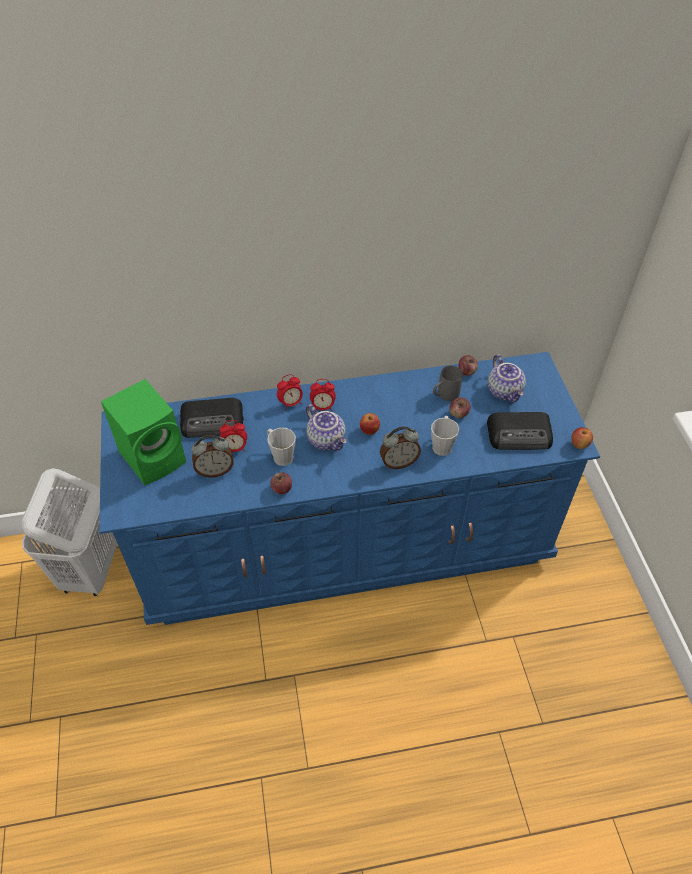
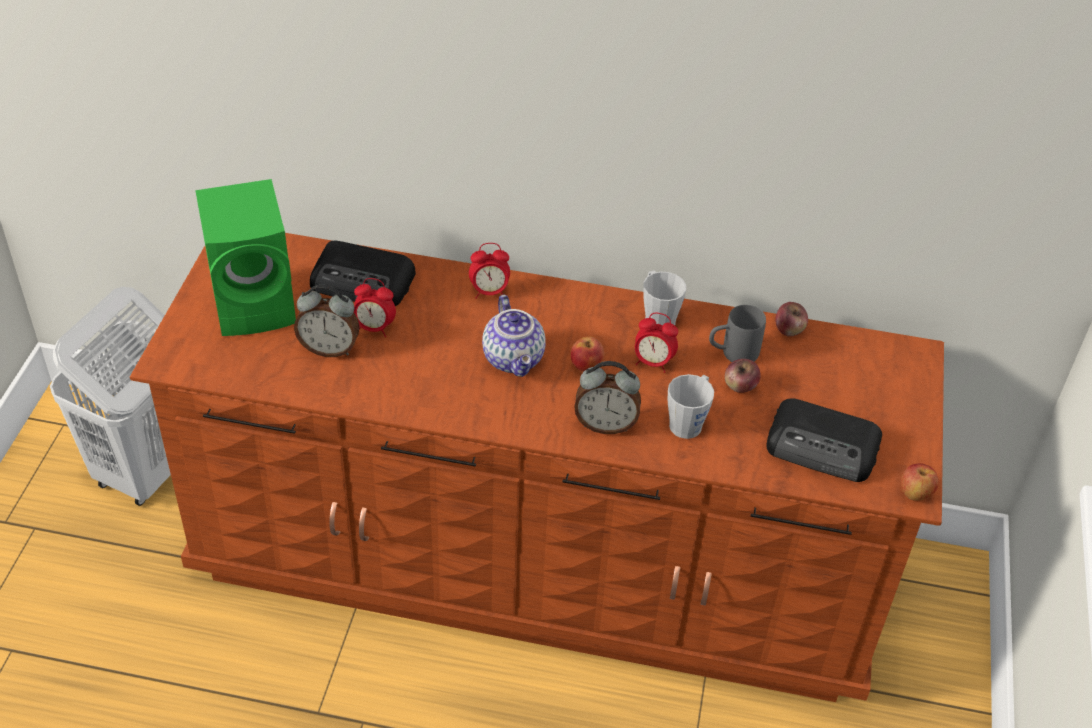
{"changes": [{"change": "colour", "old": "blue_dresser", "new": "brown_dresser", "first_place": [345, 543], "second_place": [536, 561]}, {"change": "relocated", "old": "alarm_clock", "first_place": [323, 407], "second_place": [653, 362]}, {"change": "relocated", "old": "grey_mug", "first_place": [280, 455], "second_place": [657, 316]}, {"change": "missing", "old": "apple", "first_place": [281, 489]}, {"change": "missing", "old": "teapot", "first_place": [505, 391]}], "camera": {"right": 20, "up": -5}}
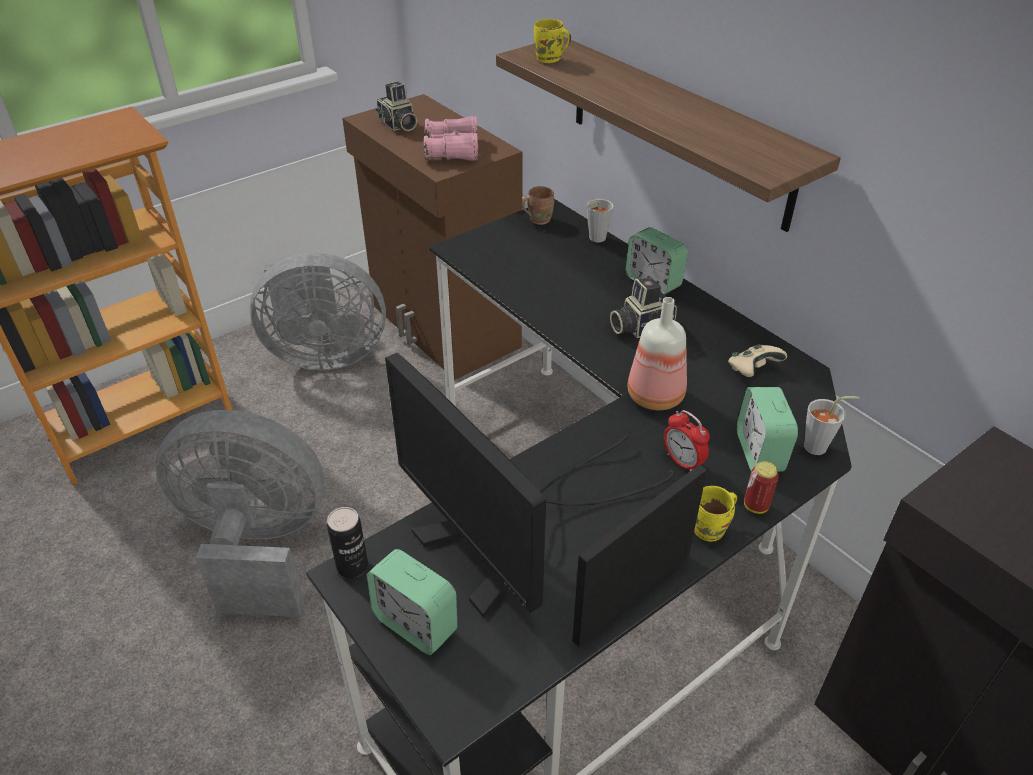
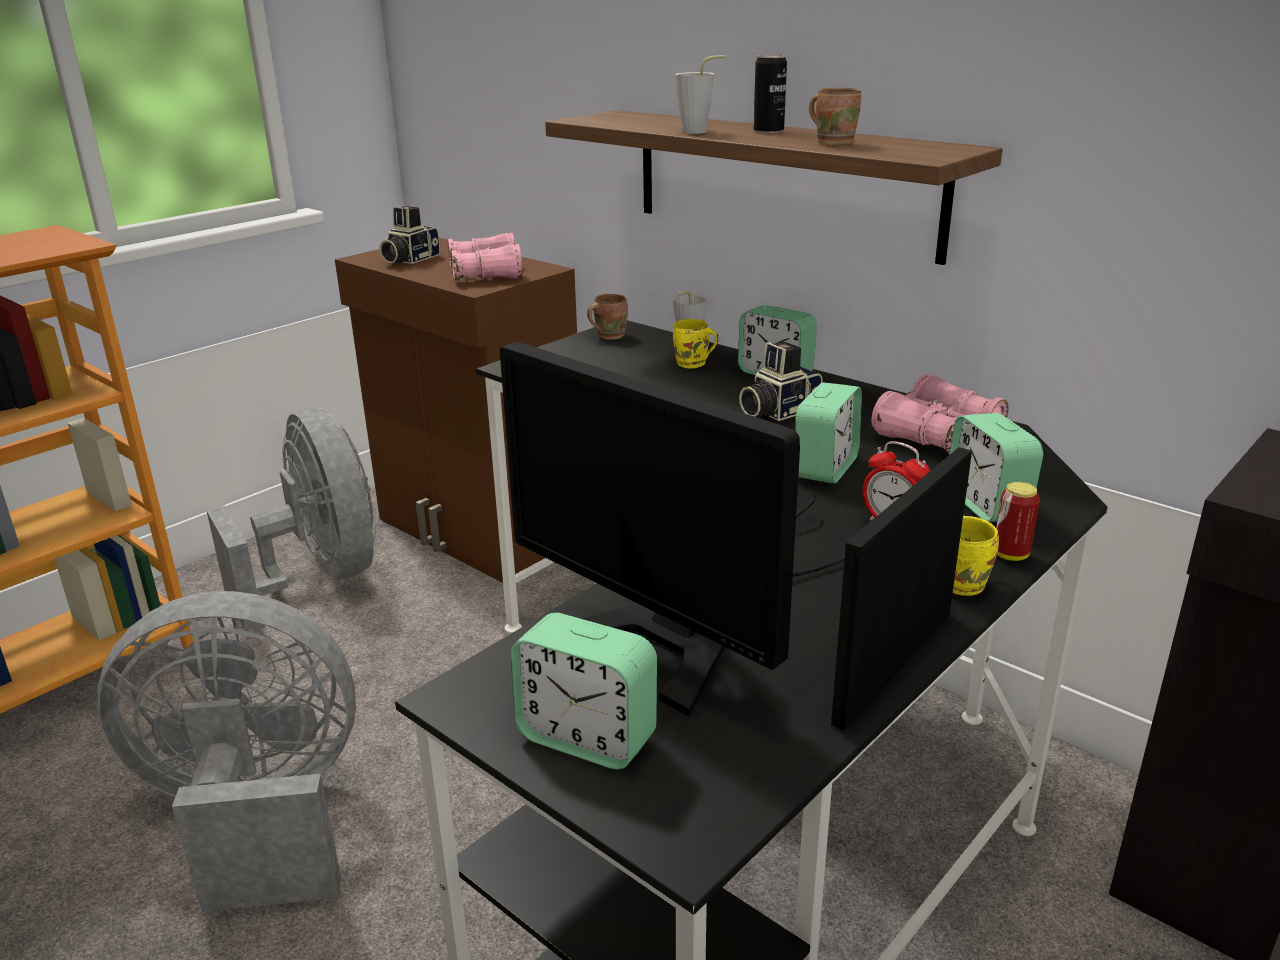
{"changes": [{"change": "spun", "old": "grey_fan", "first_place": [324, 354], "second_place": [320, 577], "degrees": -105}, {"change": "spun", "old": "photo_camera", "first_place": [398, 125], "second_place": [409, 259], "degrees": 75}, {"change": "relocated", "old": "yellow_mug", "first_place": [549, 60], "second_place": [693, 365]}, {"change": "relocated", "old": "grey_cup", "first_place": [820, 447], "second_place": [700, 131]}, {"change": "relocated", "old": "can", "first_place": [352, 566], "second_place": [768, 131]}, {"change": "exchanged", "old": "bottle", "new": "alarm_clock", "first_place": [654, 395], "second_place": [826, 468]}, {"change": "appeared", "new": "brown_mug", "second_place": [834, 142]}, {"change": "exchanged", "old": "beige_game_controller", "new": "pink_binoculars", "first_place": [752, 370], "second_place": [937, 435]}], "camera": {"right": -10, "up": -15}}
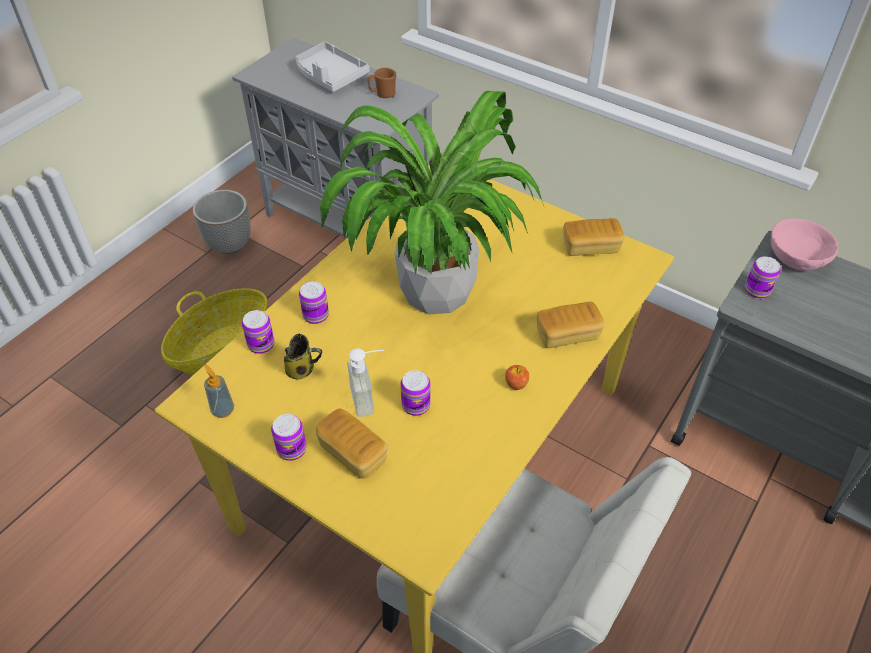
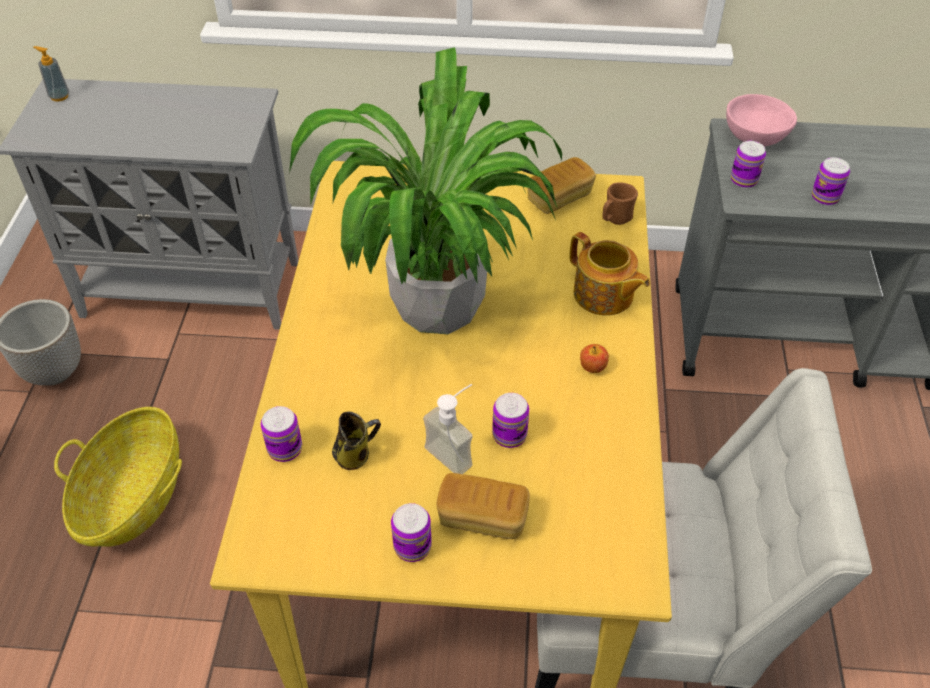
{"changes": [{"change": "relocated", "old": "soap_dispenser", "first_place": [223, 410], "second_place": [59, 96]}, {"change": "exchanged", "old": "bread", "new": "teapot", "first_place": [567, 335], "second_place": [604, 295]}, {"change": "relocated", "old": "brown_mug", "first_place": [382, 94], "second_place": [615, 219]}, {"change": "relocated", "old": "can", "first_place": [316, 315], "second_place": [825, 197]}, {"change": "missing", "old": "grey_tray", "first_place": [330, 76]}], "camera": {"right": -30, "up": 0}}
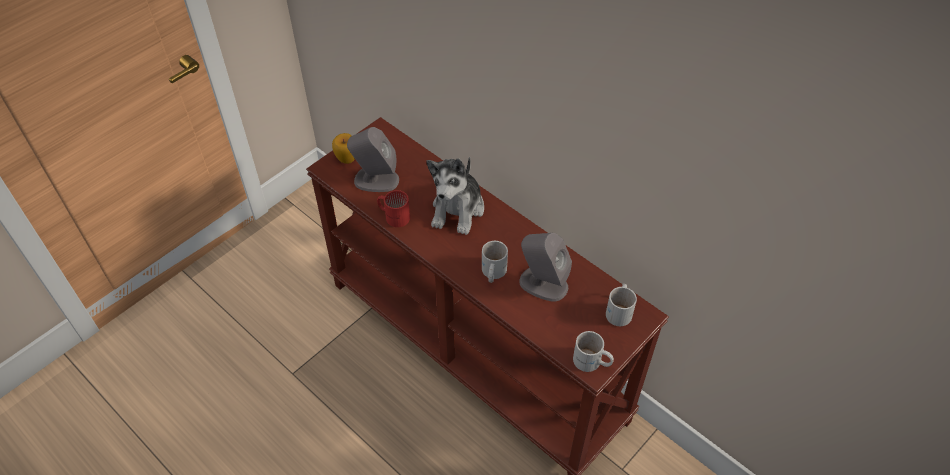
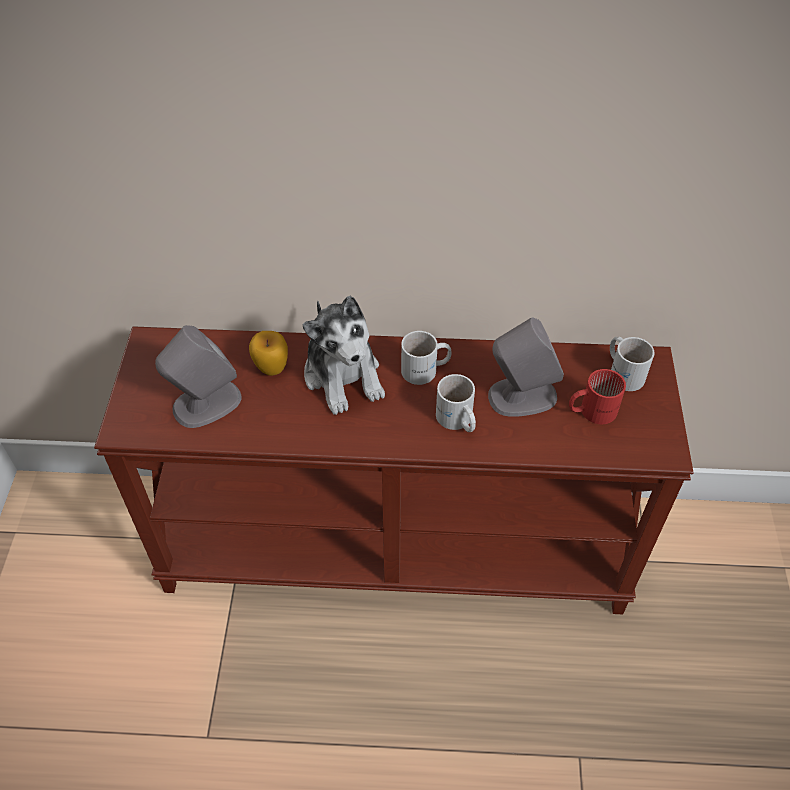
{"changes": [{"change": "relocated", "old": "apple", "first_place": [347, 159], "second_place": [271, 368]}, {"change": "relocated", "old": "white_mug", "first_place": [591, 362], "second_place": [426, 370]}, {"change": "relocated", "old": "red_mug", "first_place": [394, 215], "second_place": [591, 409]}], "camera": {"right": -40, "up": 0}}
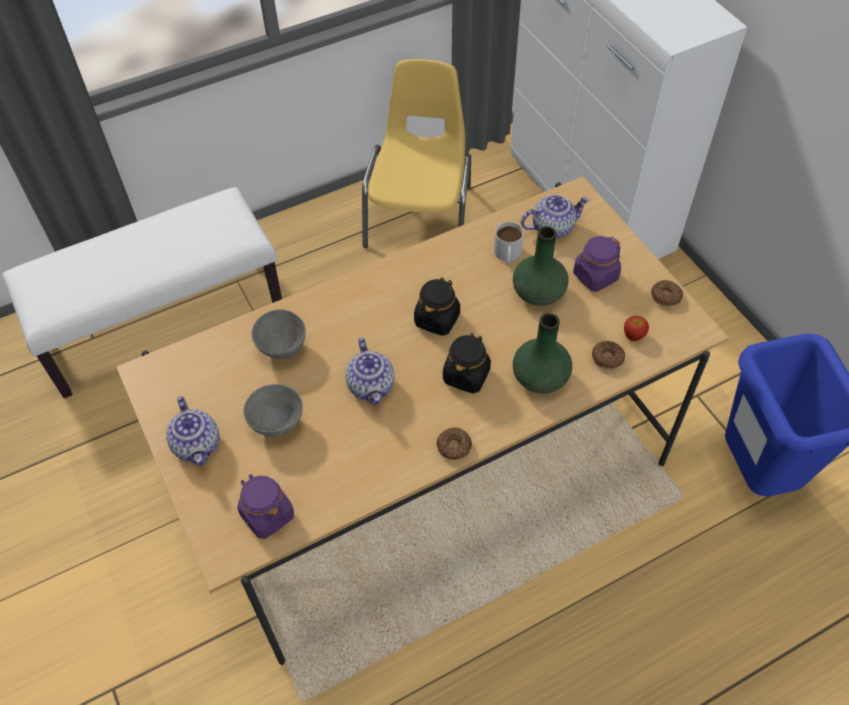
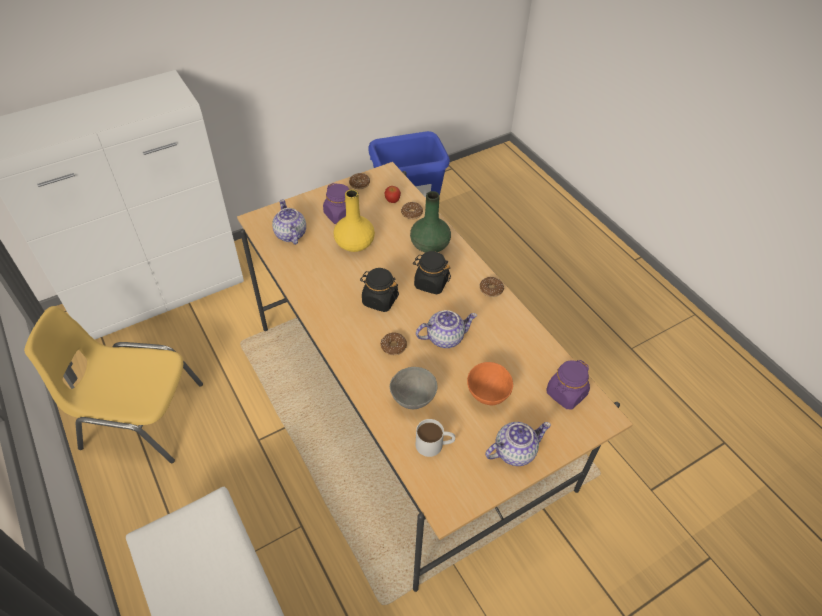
{"changes": [{"change": "colour", "old": "green_vase", "new": "yellow_vase", "first_place": [539, 292], "second_place": [354, 243]}, {"change": "appeared", "new": "donut", "second_place": [393, 346]}, {"change": "relocated", "old": "white_mug", "first_place": [507, 255], "second_place": [434, 444]}, {"change": "colour", "old": "grey_bowl", "new": "orange_bowl", "first_place": [278, 424], "second_place": [486, 395]}], "camera": {"right": -95, "up": -5}}
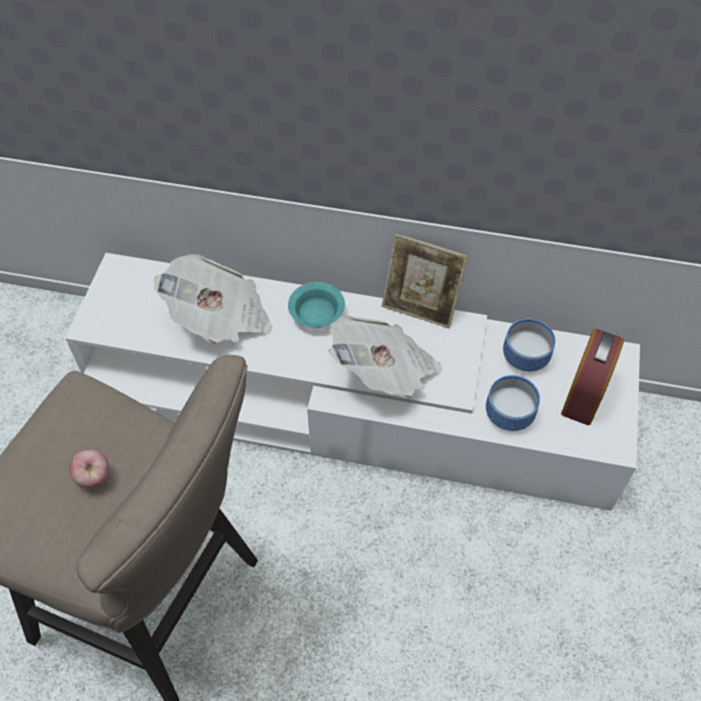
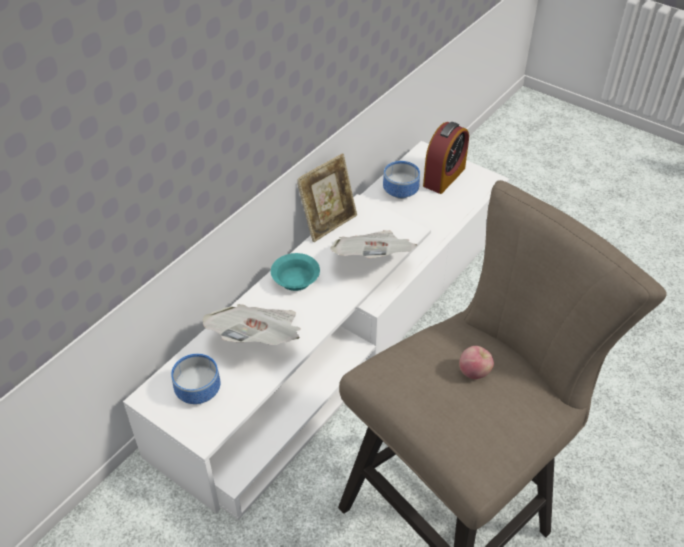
{"changes": [{"change": "relocated", "old": "bowl", "first_place": [509, 412], "second_place": [197, 390]}, {"change": "spun", "old": "alarm_clock", "first_place": [585, 393], "second_place": [444, 177], "degrees": -105}], "camera": {"right": -65, "up": -10}}
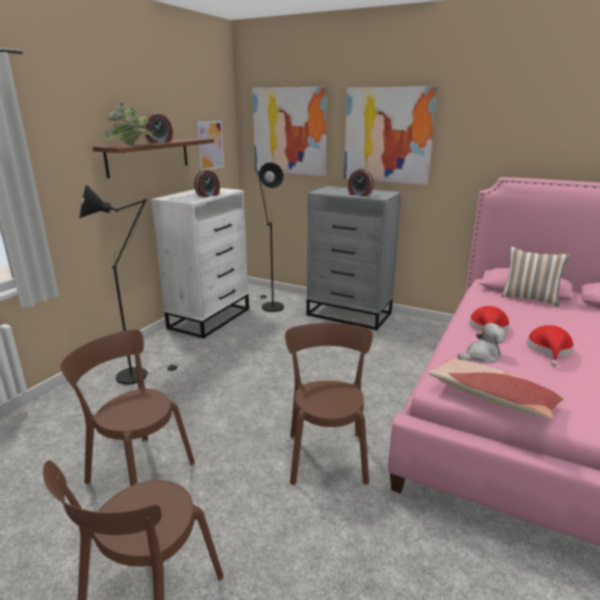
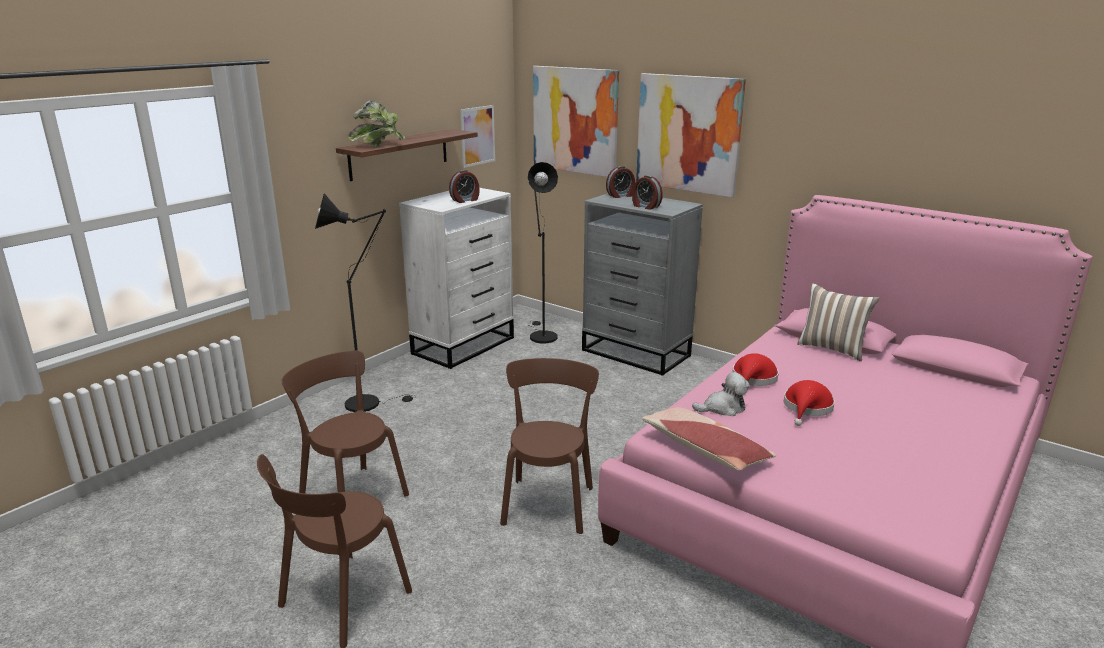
{"changes": [{"change": "relocated", "old": "alarm_clock", "first_place": [160, 142], "second_place": [620, 195]}], "camera": {"right": 10, "up": 0}}
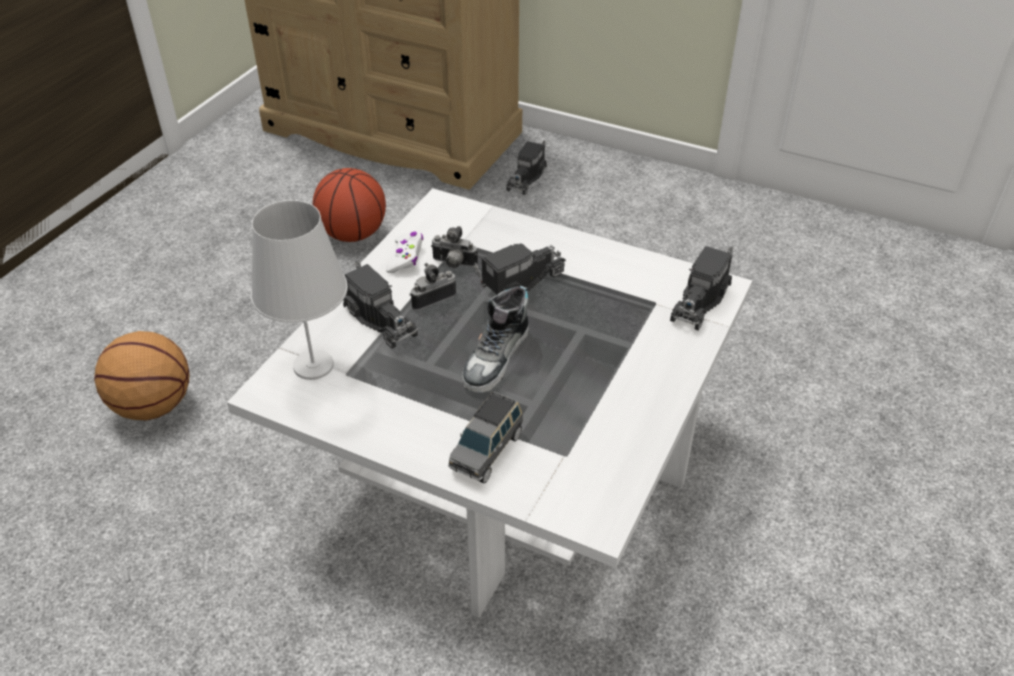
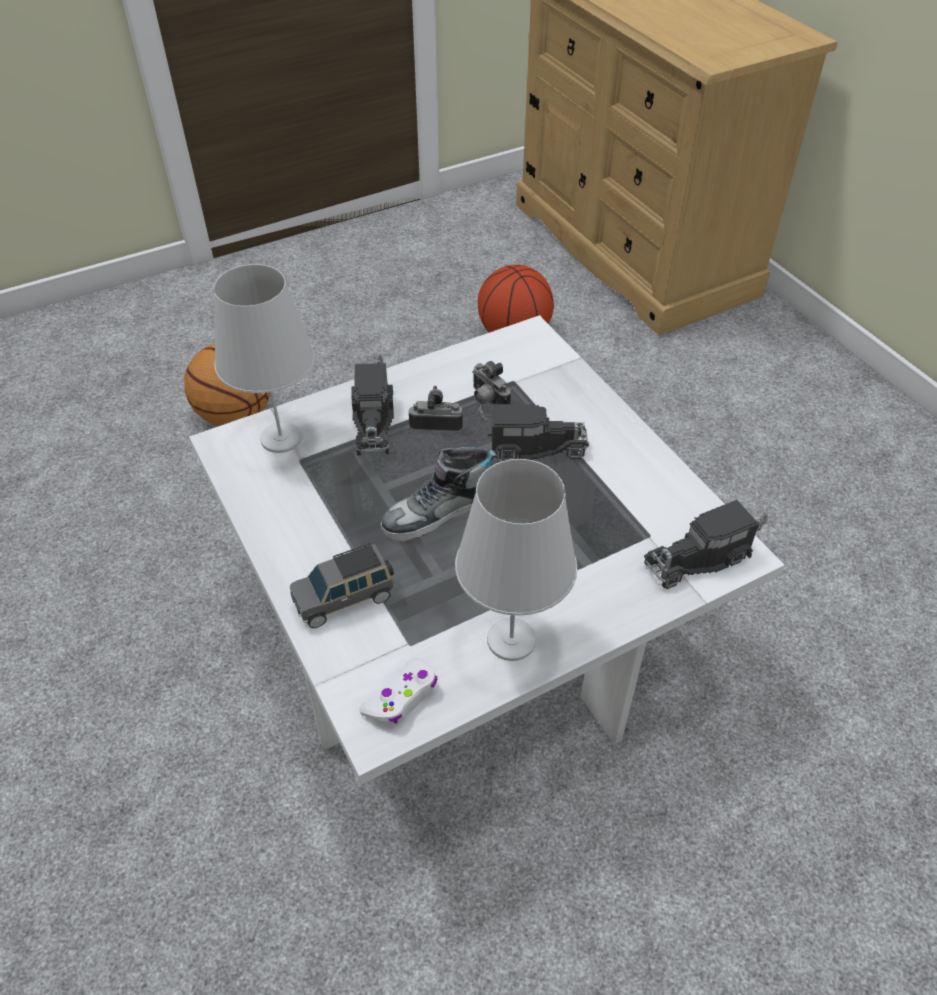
{"changes": [{"change": "relocated", "old": "white_game_controller", "first_place": [406, 257], "second_place": [402, 697]}, {"change": "appeared", "new": "white_table_lamp", "second_place": [512, 640]}, {"change": "missing", "old": "toy_truck", "first_place": [526, 178]}], "camera": {"right": 35, "up": 5}}
